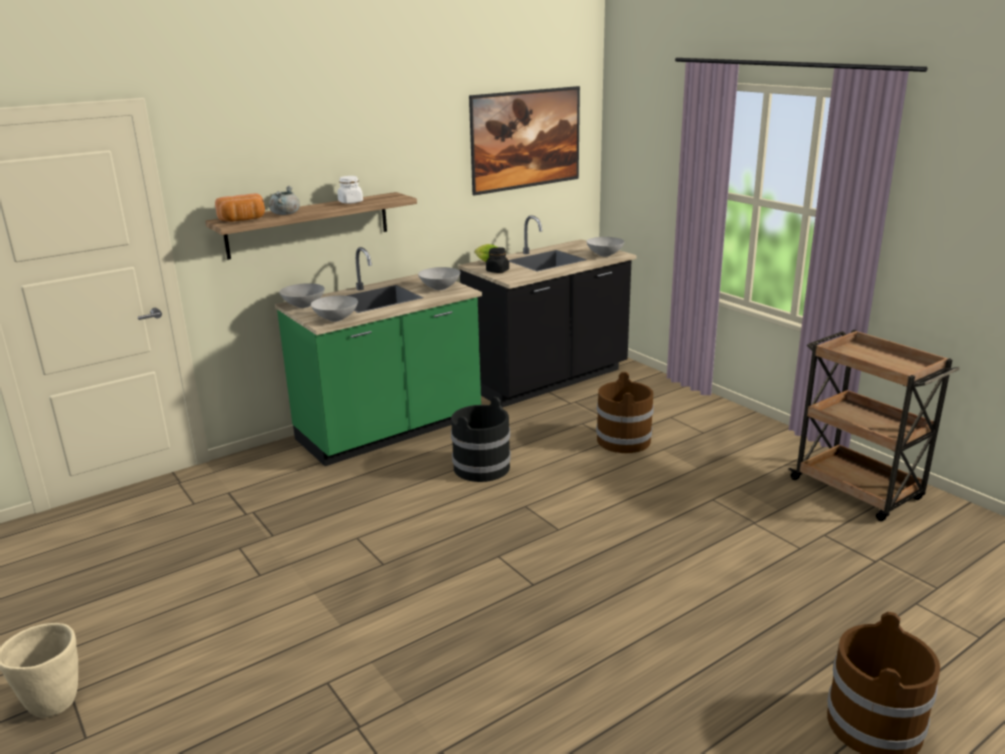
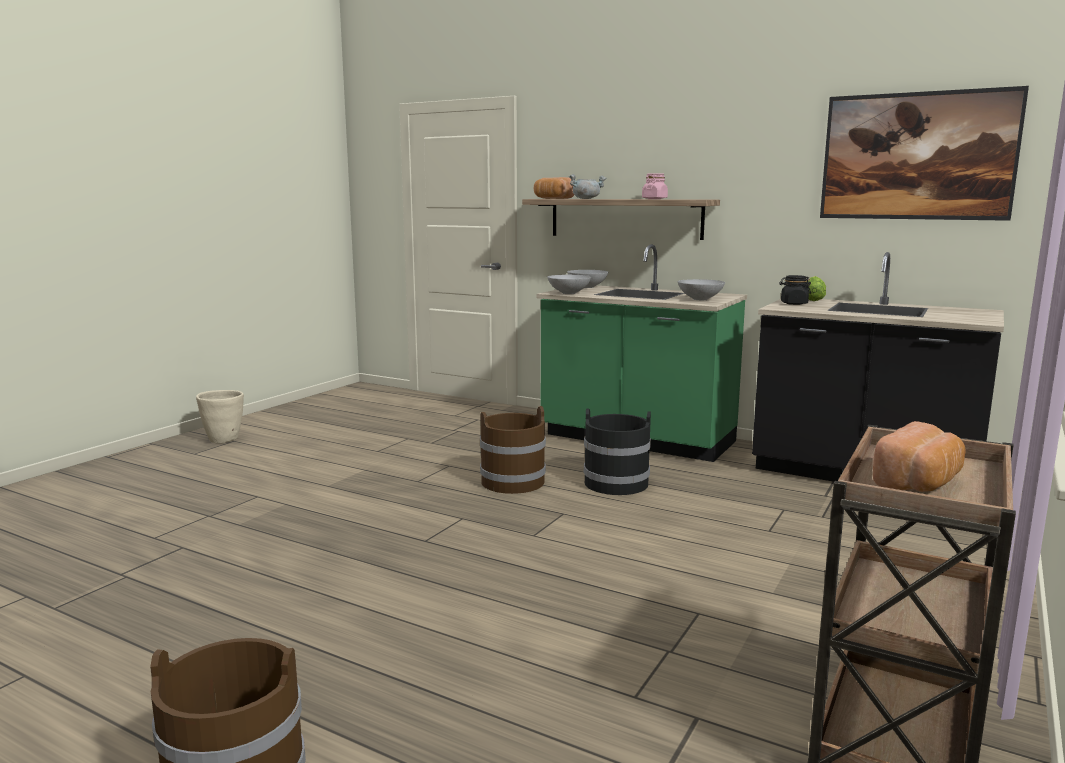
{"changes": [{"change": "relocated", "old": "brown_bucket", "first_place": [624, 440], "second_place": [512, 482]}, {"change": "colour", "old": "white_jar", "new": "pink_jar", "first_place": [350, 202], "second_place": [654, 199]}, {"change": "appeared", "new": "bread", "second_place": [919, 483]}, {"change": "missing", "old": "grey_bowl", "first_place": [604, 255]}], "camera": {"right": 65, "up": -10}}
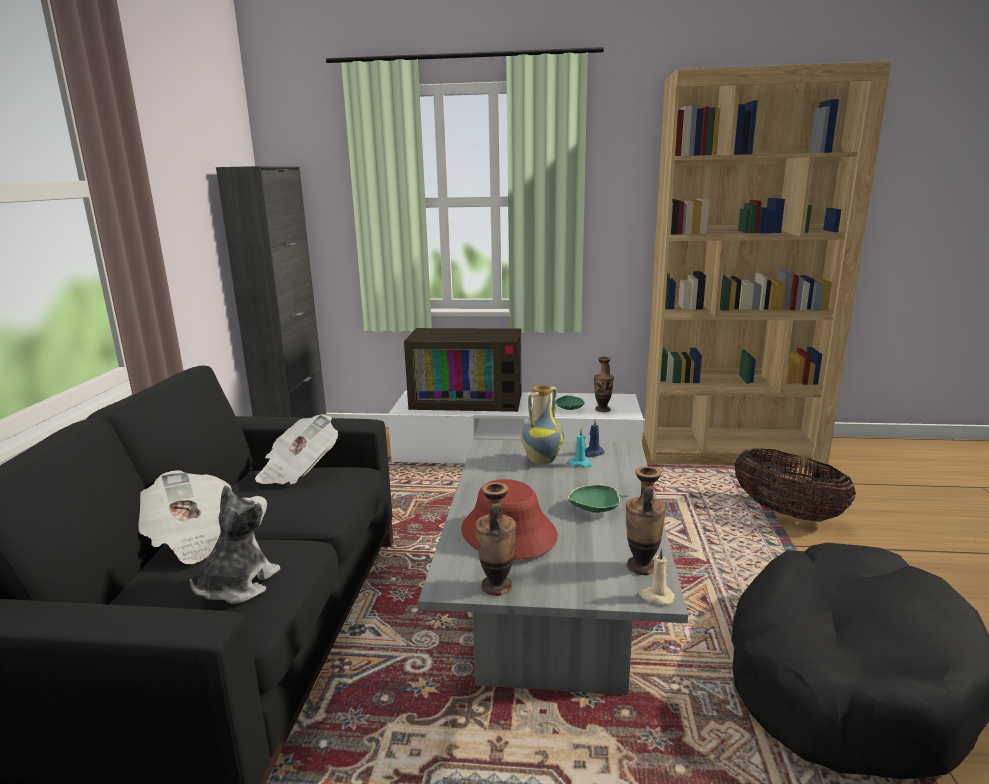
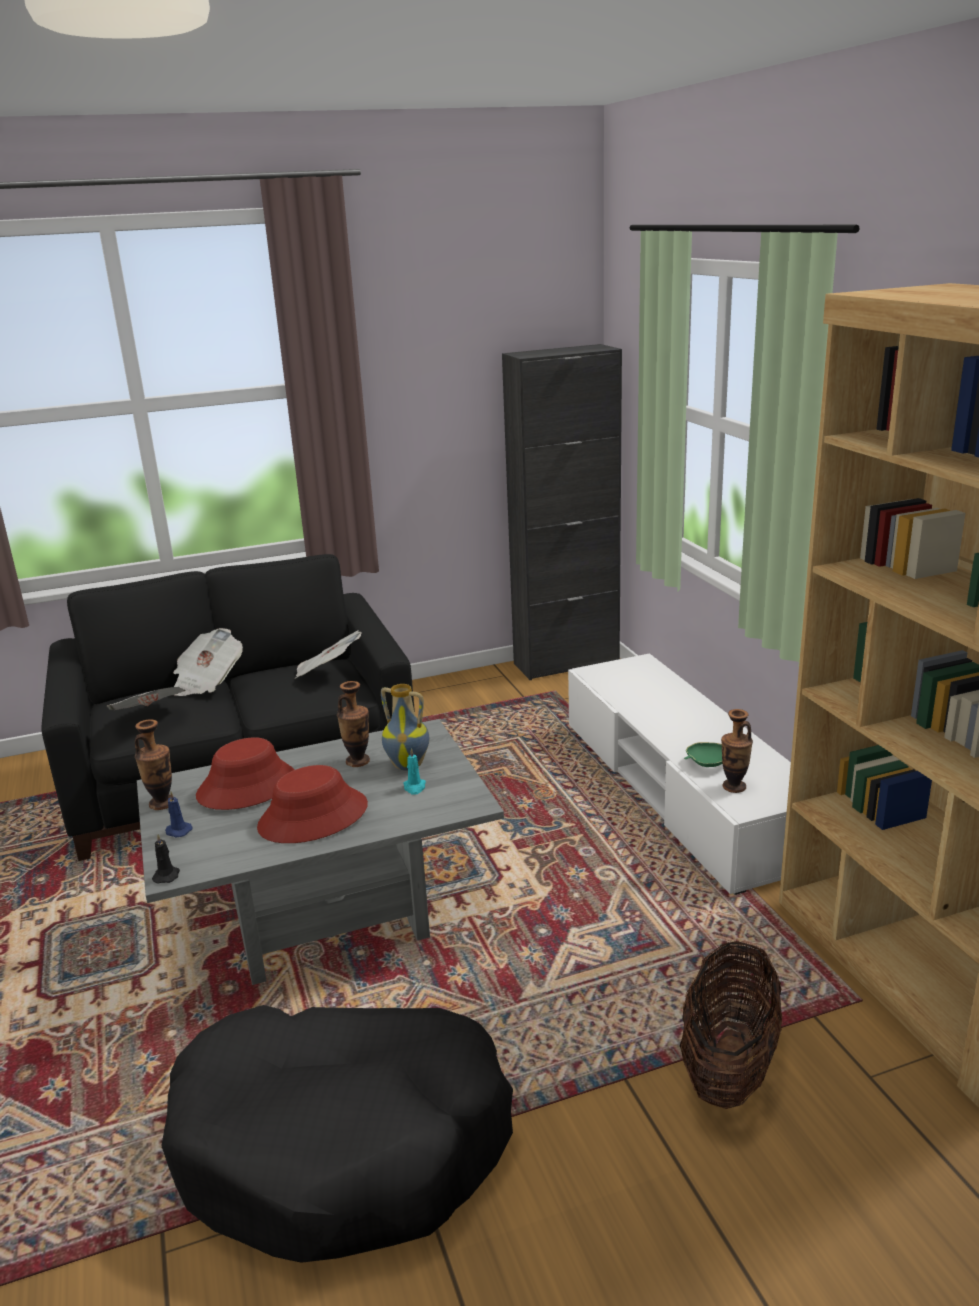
{"changes": [{"change": "exchanged", "old": "plush_toy", "new": "newspaper", "first_place": [238, 585], "second_place": [150, 718]}, {"change": "colour", "old": "beige_candle", "new": "black_candle", "first_place": [656, 596], "second_place": [167, 875]}, {"change": "relocated", "old": "blue_candle", "first_place": [593, 453], "second_place": [177, 831]}, {"change": "exchanged", "old": "green_bowl", "new": "red_hat", "first_place": [596, 509], "second_place": [313, 817]}, {"change": "relocated", "old": "vase", "first_place": [642, 567], "second_place": [358, 761]}, {"change": "missing", "old": "television", "first_place": [468, 400]}], "camera": {"right": 65, "up": 5}}
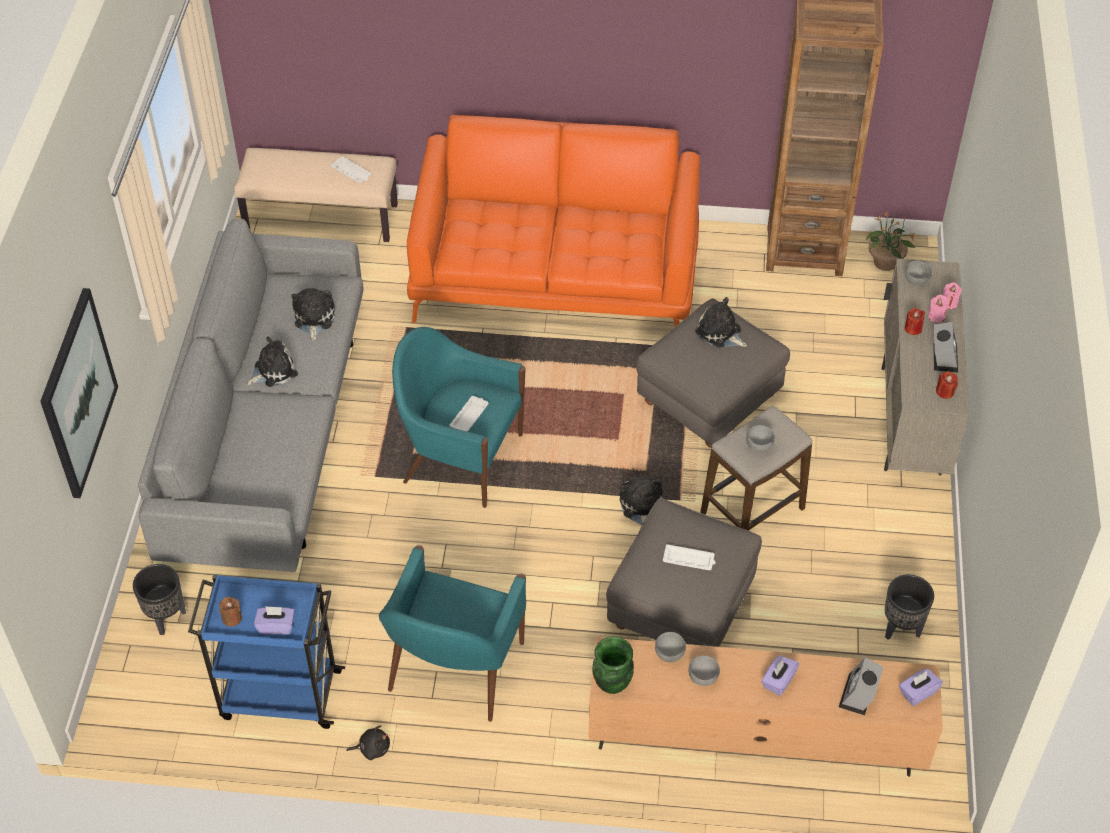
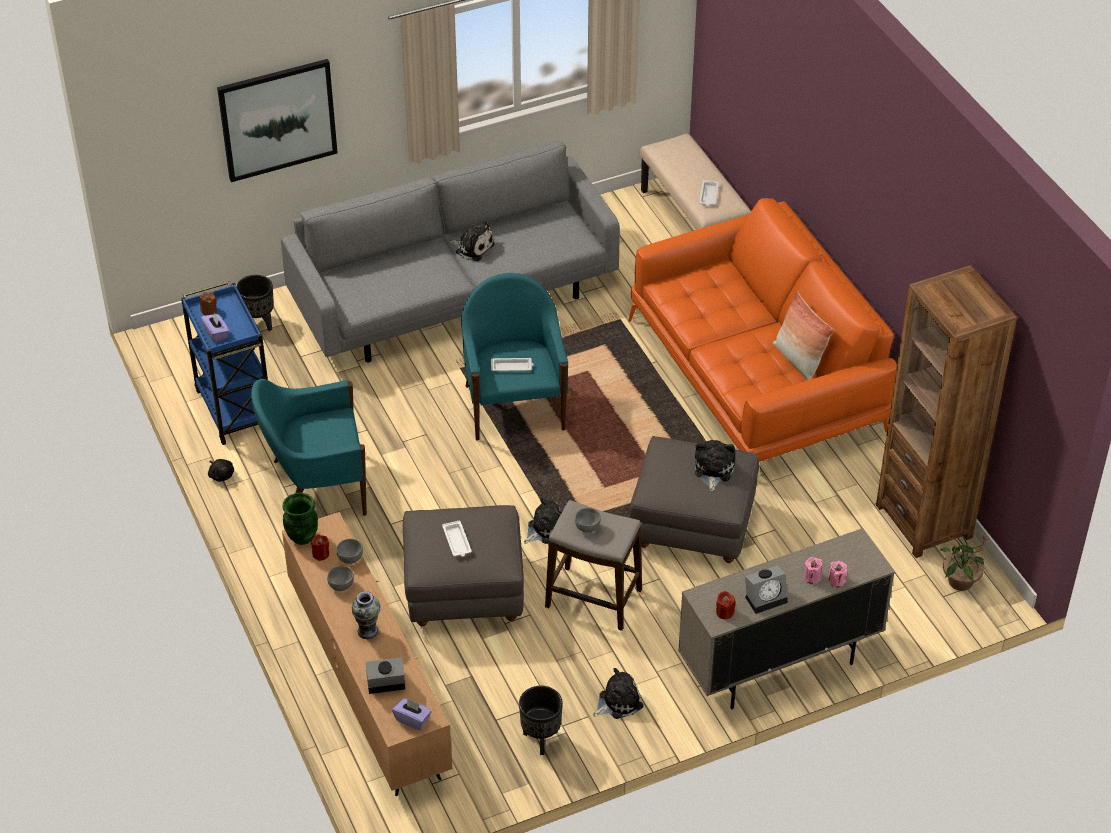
{"changes": [{"change": "relocated", "old": "red_candle", "first_place": [913, 329], "second_place": [321, 554]}, {"change": "exchanged", "old": "purple_tissue_box", "new": "vase", "first_place": [778, 681], "second_place": [367, 630]}, {"change": "relocated", "old": "plush_toy", "first_place": [313, 319], "second_place": [618, 702]}, {"change": "appeared", "new": "pillow", "second_place": [798, 360]}, {"change": "missing", "old": "grey_bowl", "first_place": [915, 281]}], "camera": {"right": 60, "up": -5}}
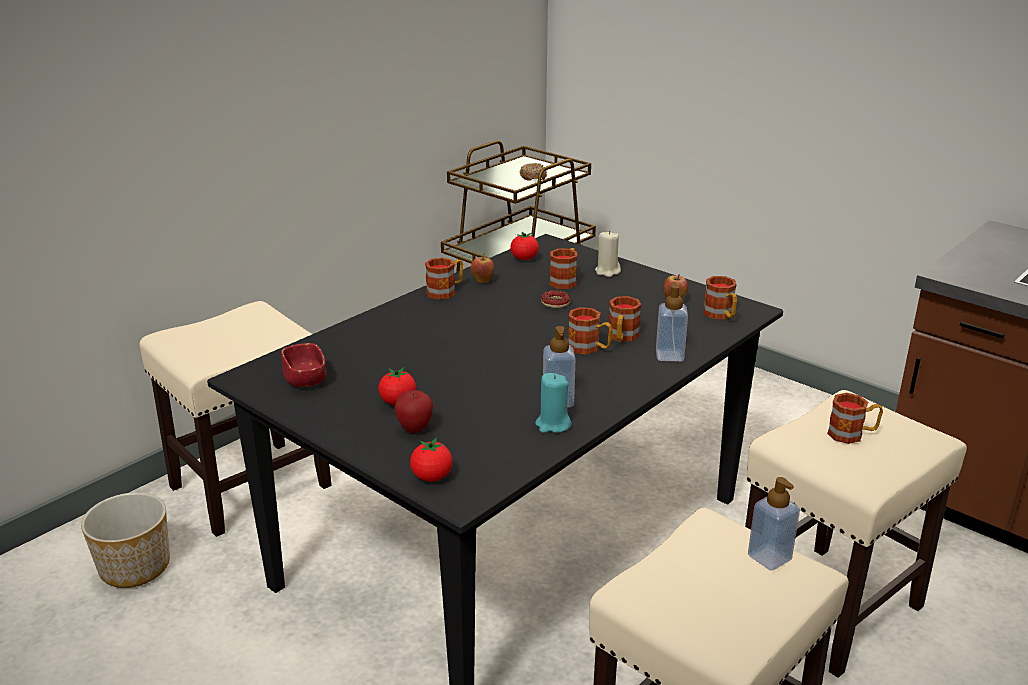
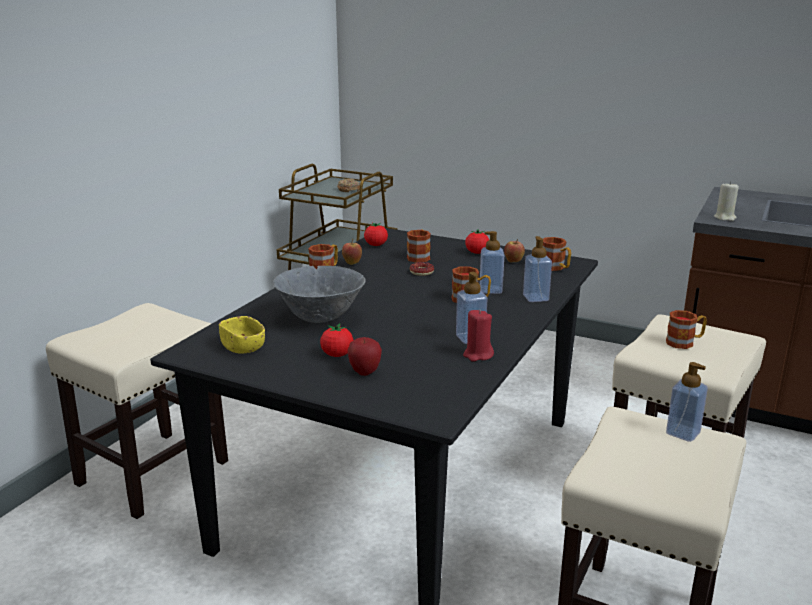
{"changes": [{"change": "colour", "old": "red_bowl", "new": "yellow_bowl", "first_place": [305, 379], "second_place": [243, 347]}, {"change": "appeared", "new": "grey_bowl", "second_place": [320, 319]}, {"change": "colour", "old": "turquoise_candle", "new": "red_candle", "first_place": [553, 425], "second_place": [478, 355]}, {"change": "relocated", "old": "tomato", "first_place": [432, 477], "second_place": [477, 253]}, {"change": "exchanged", "old": "mug", "new": "soap_dispenser", "first_place": [622, 338], "second_place": [490, 290]}, {"change": "relocated", "old": "beige_candle", "first_place": [607, 271], "second_place": [725, 218]}, {"change": "missing", "old": "planter", "first_place": [135, 566]}], "camera": {"right": -15, "up": -5}}
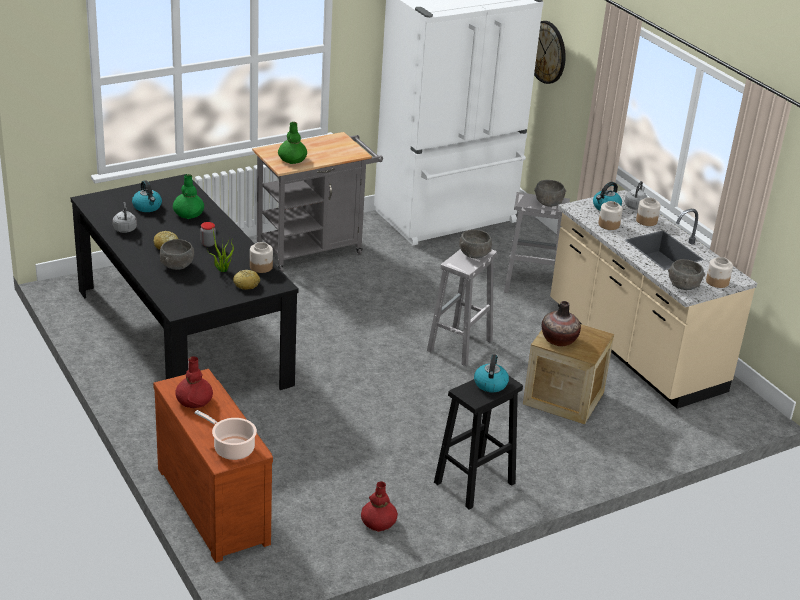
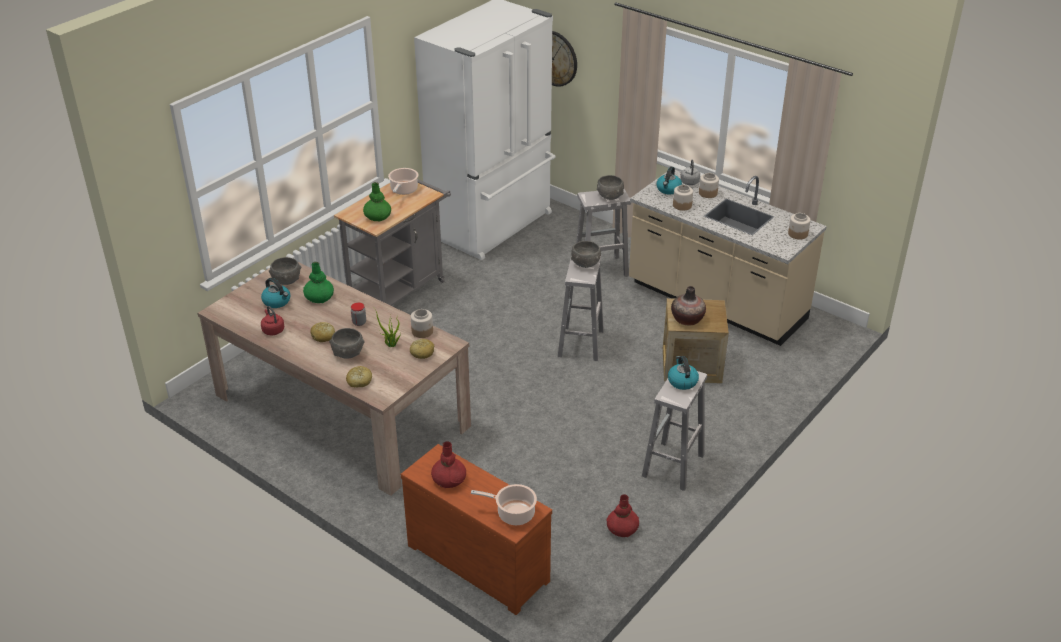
{"changes": [{"change": "colour", "old": "black_dining_table", "new": "beige_dining_table", "first_place": [182, 336], "second_place": [341, 410]}, {"change": "colour", "old": "grey_kettle", "new": "red_kettle", "first_place": [125, 228], "second_place": [272, 330]}, {"change": "relocated", "old": "grey_bowl", "first_place": [683, 286], "second_place": [286, 280]}, {"change": "appeared", "new": "bread", "second_place": [359, 381]}, {"change": "appeared", "new": "cooking_pot", "second_place": [403, 190]}, {"change": "colour", "old": "black_stool", "new": "white_stool", "first_place": [473, 484], "second_place": [673, 466]}], "camera": {"right": -20, "up": 5}}
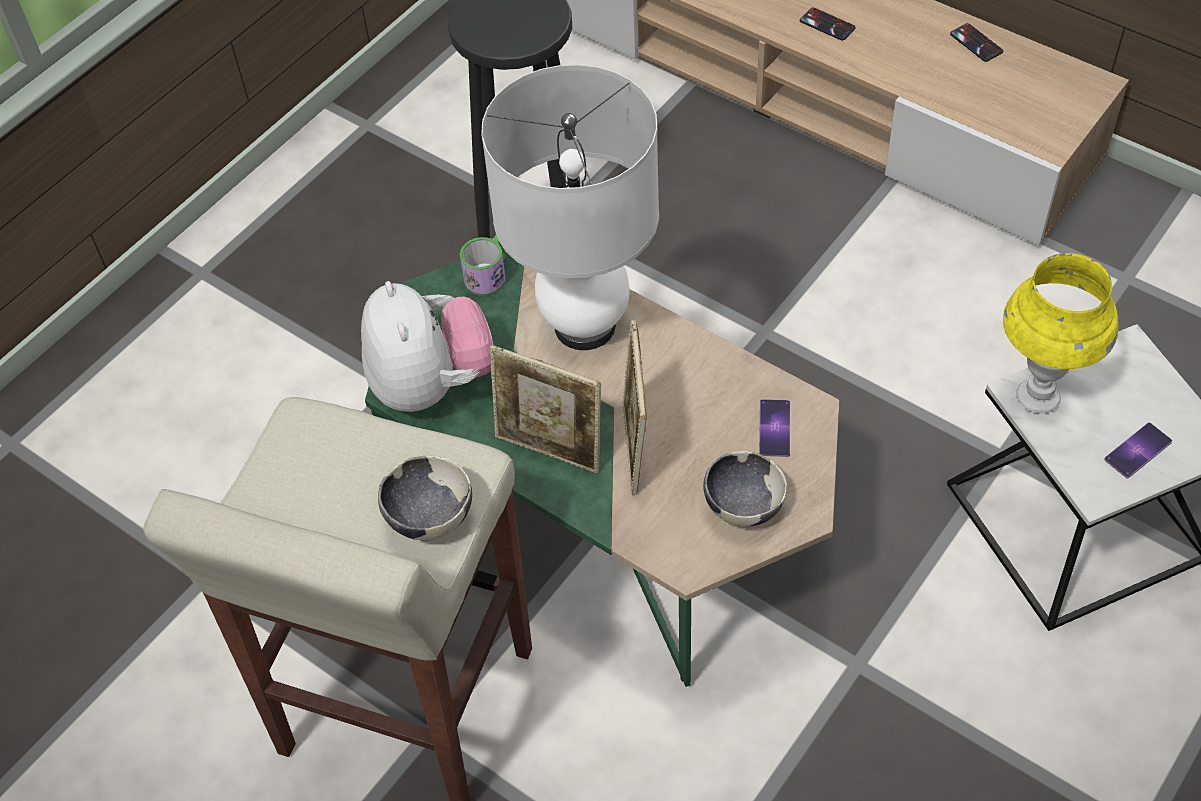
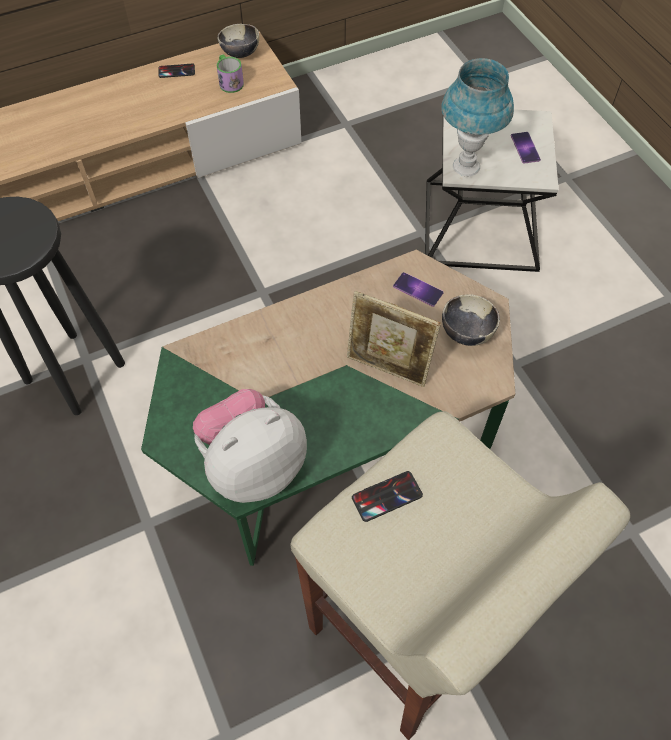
{"changes": [{"change": "spun", "old": "plush_toy", "first_place": [431, 384], "second_place": [253, 465], "degrees": -45}, {"change": "relocated", "old": "bowl", "first_place": [429, 518], "second_place": [240, 53]}, {"change": "relocated", "old": "mug", "first_place": [490, 274], "second_place": [229, 81]}, {"change": "relocated", "old": "phone", "first_place": [827, 24], "second_place": [387, 496]}, {"change": "colour", "old": "yellow_table_lamp", "new": "blue_table_lamp", "first_place": [1037, 397], "second_place": [466, 167]}, {"change": "missing", "old": "white_table_lamp", "first_place": [585, 326]}, {"change": "missing", "old": "picture_frame", "first_place": [550, 450]}], "camera": {"right": -65, "up": 5}}
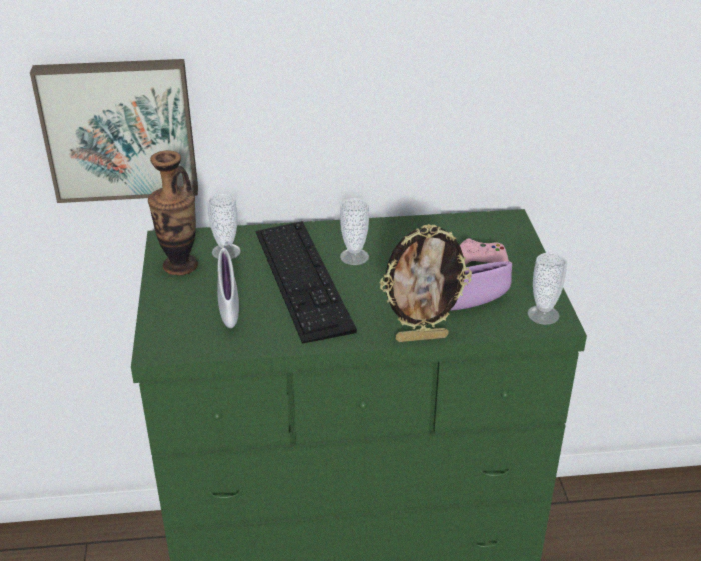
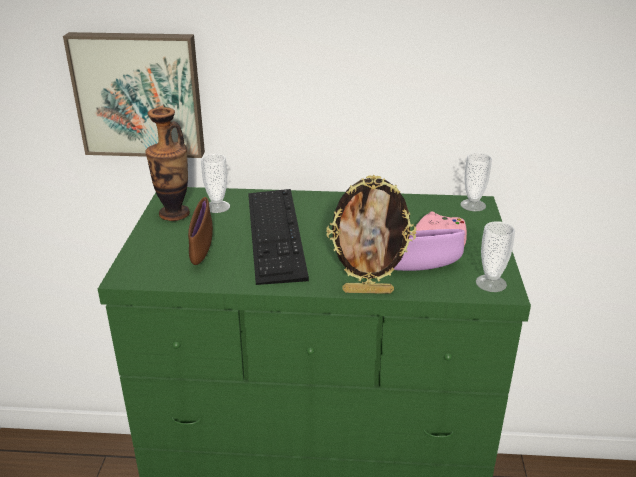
{"changes": [{"change": "colour", "old": "white_bowl", "new": "brown_bowl", "first_place": [229, 308], "second_place": [202, 249]}, {"change": "relocated", "old": "cup", "first_place": [354, 257], "second_place": [473, 205]}], "camera": {"right": 10, "up": -5}}
